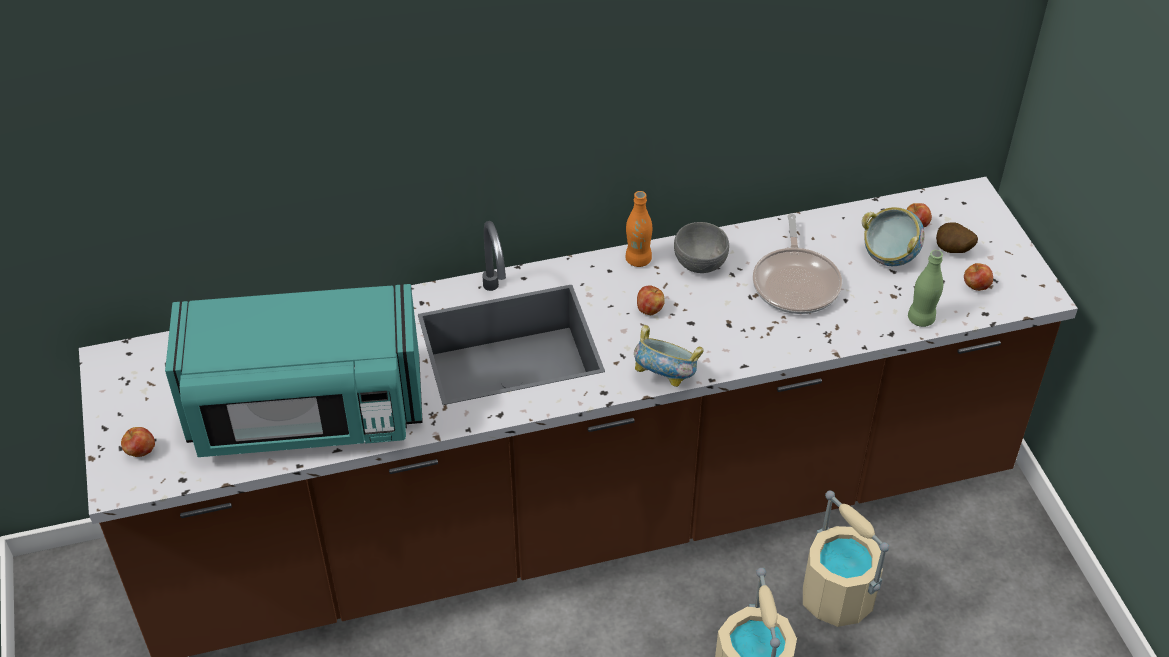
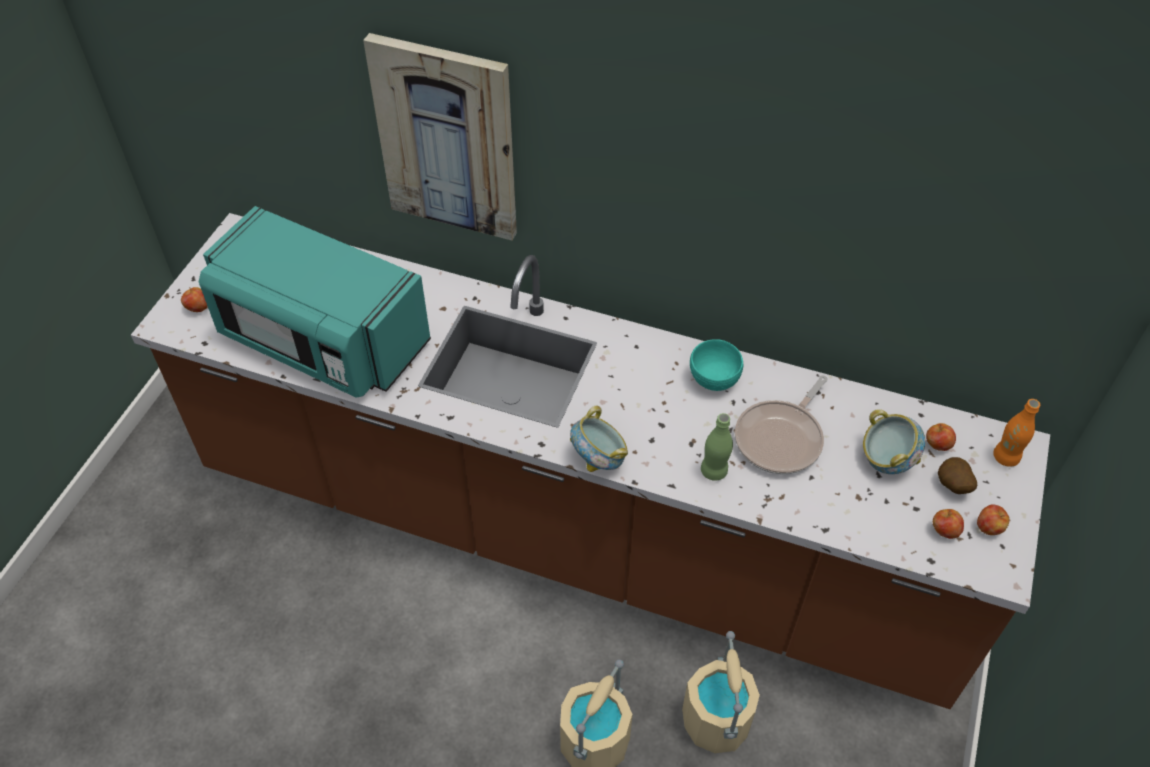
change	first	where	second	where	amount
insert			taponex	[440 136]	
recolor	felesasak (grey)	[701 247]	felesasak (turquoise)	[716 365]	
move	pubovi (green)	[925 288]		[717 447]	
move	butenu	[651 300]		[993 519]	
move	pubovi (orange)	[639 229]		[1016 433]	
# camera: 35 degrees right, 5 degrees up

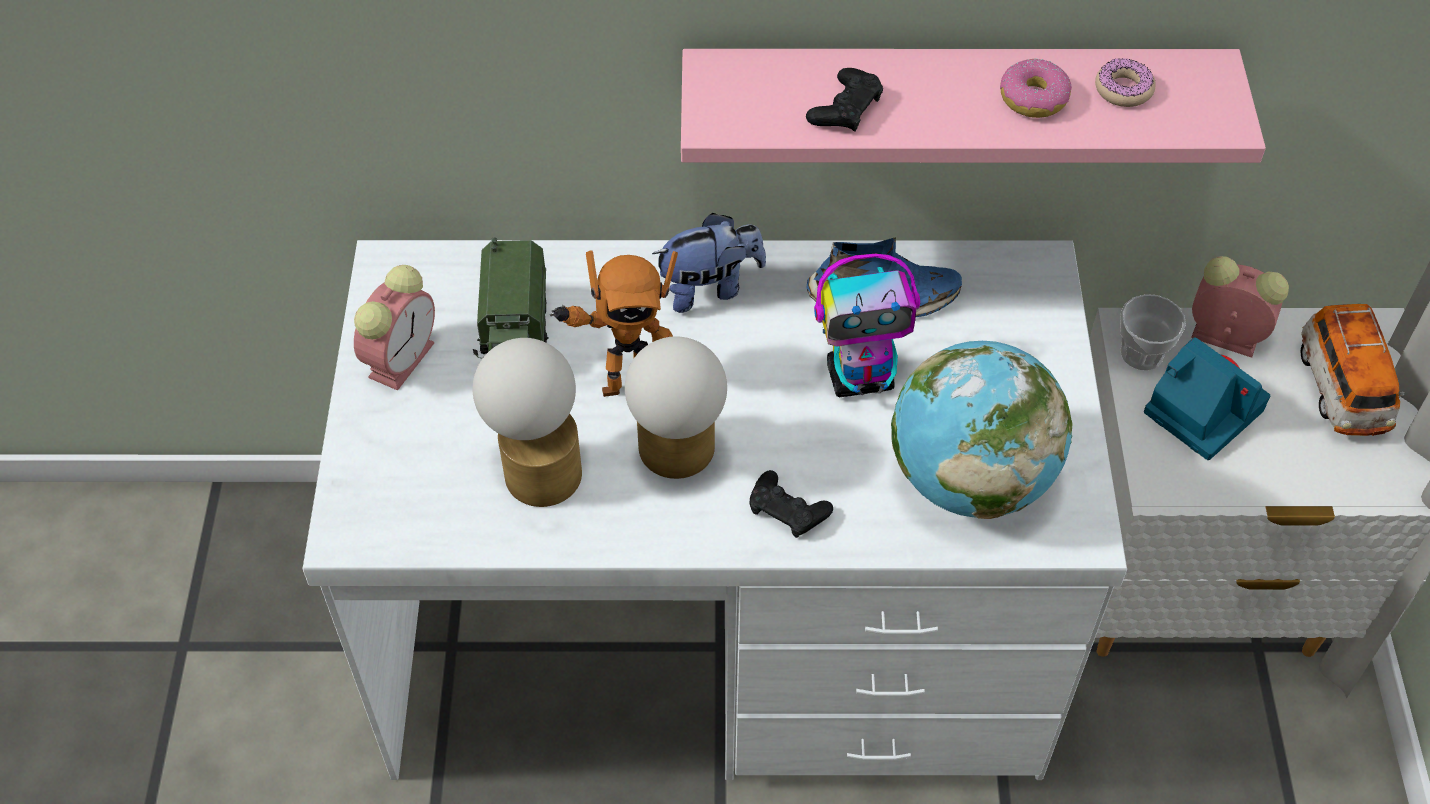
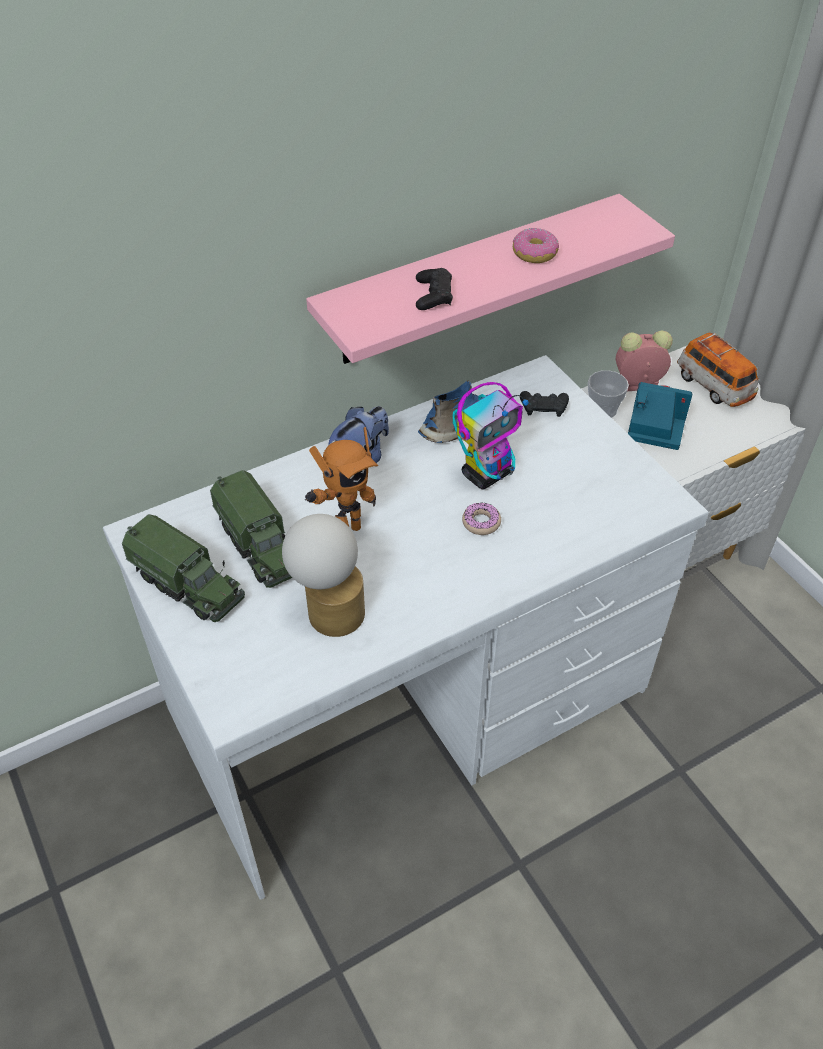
change	first	where	second	where	amount
replace	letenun	[394 328]	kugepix	[183 568]	
move	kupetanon	[1125 82]		[481 518]	
move	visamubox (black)	[791 504]		[544 404]	
delete	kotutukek	[676 407]			
delete	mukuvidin	[981 430]			
# camera: 30 degrees left, 5 degrees down

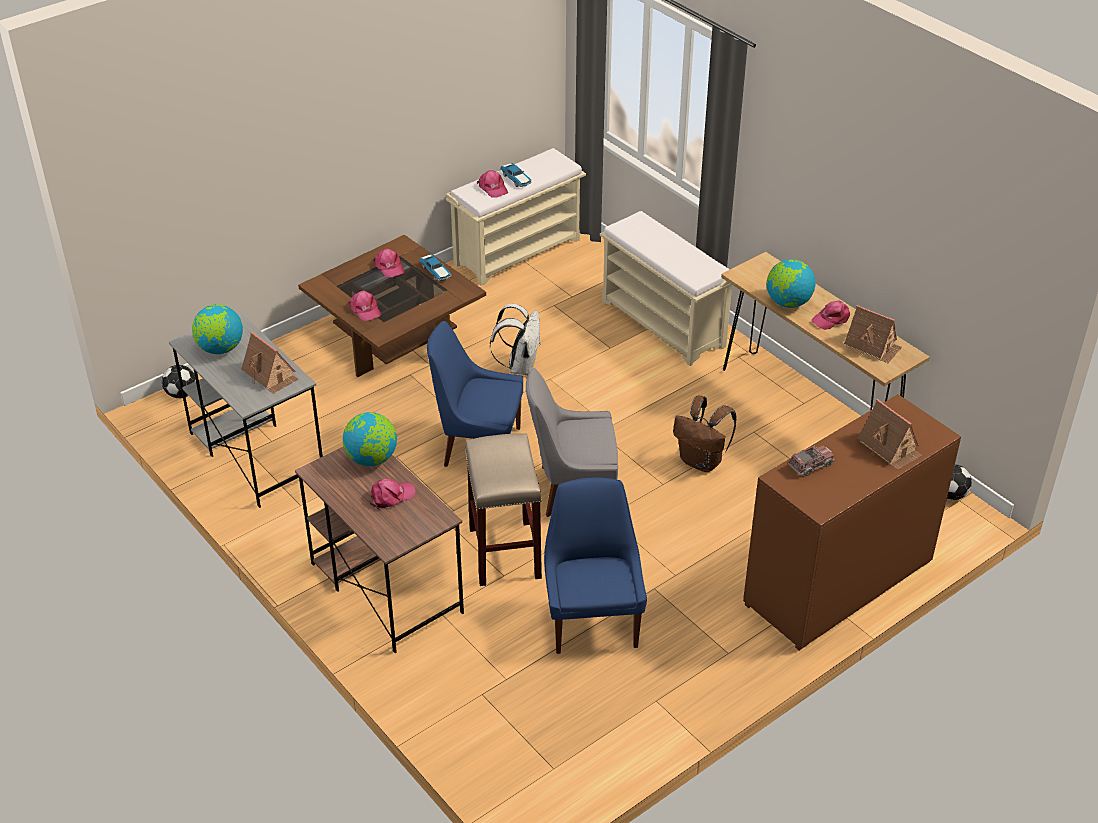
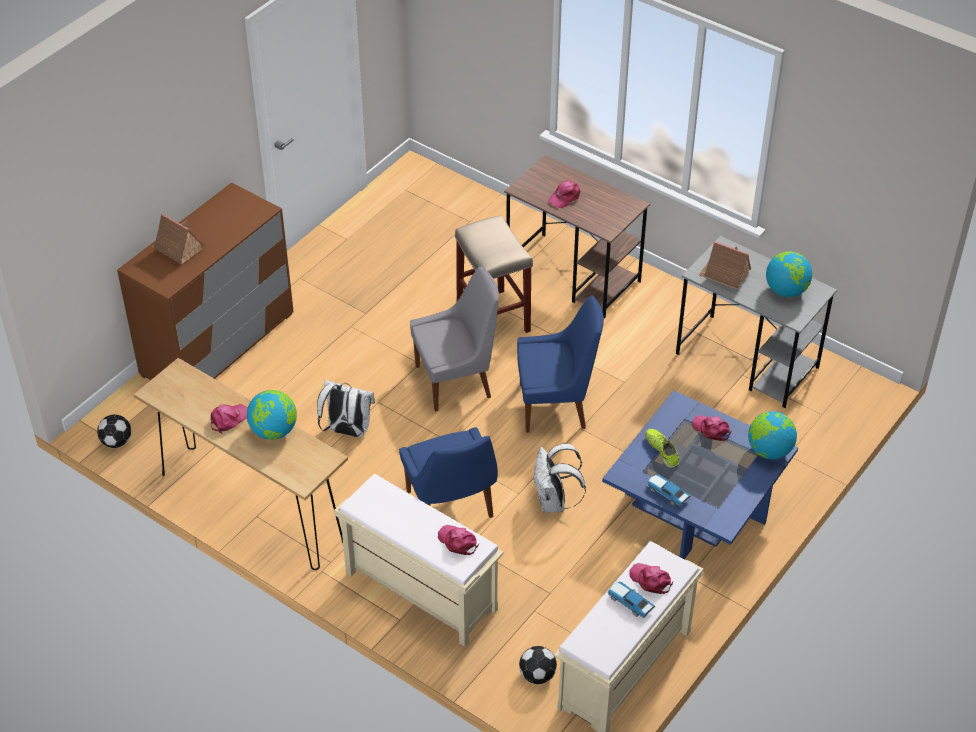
change	first	where	second	where	amount
recolor	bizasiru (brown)	[705 433]	bizasiru (white)	[346 408]	
move	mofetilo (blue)	[595 566]		[448 472]	
move	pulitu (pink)	[388 262]		[458 540]	
move	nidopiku	[179 381]		[538 665]	
recolor	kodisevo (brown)	[392 306]	kodisevo (blue)	[700 474]	
insert			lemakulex	[662 448]	
move	mukuvidin	[370 439]		[772 435]	
delete	kugepix	[811 461]			
delete	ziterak	[873 334]			
# camera: 165 degrees right, 5 degrees up

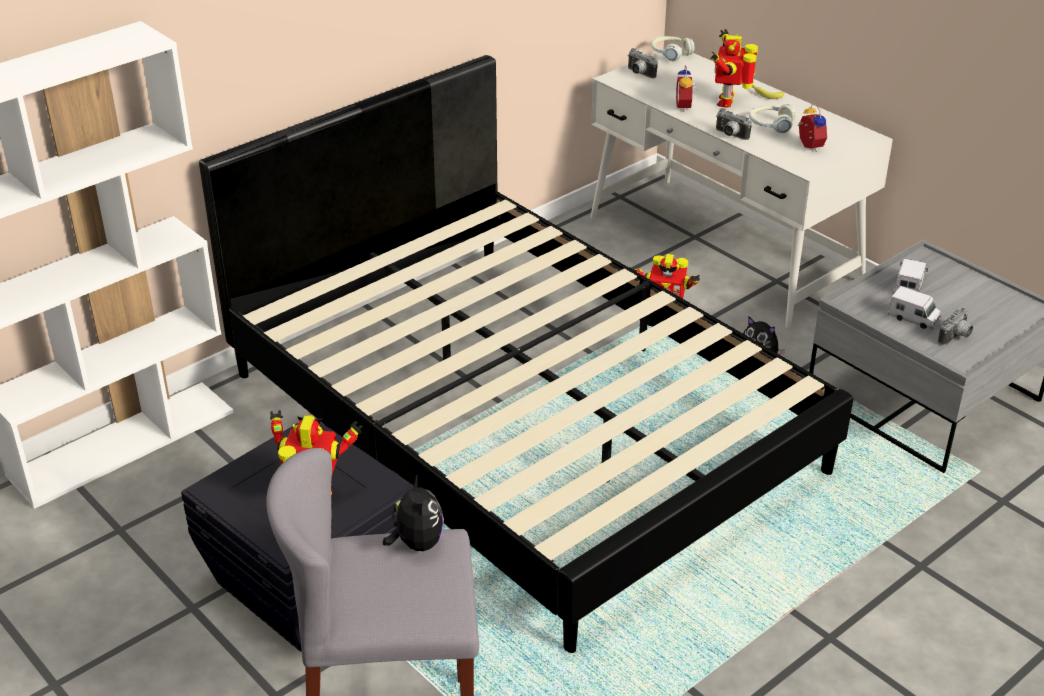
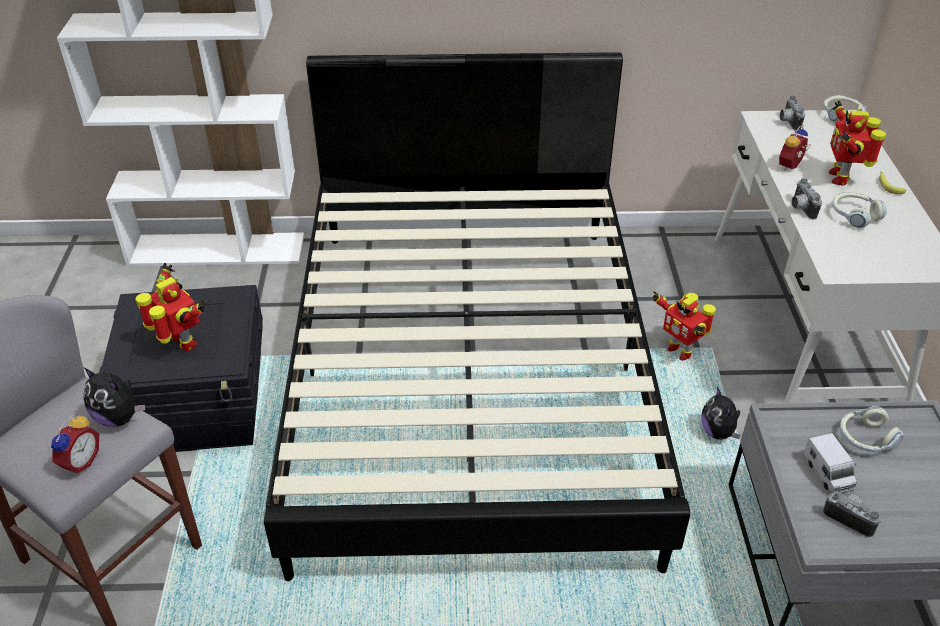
change	first	where	second	where	amount
move	letenun	[812 128]		[74 445]	
rotate	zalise	[413 513]		[114 397]	90 degrees clockwise
rotate	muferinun	[955 326]		[852 515]	135 degrees counterclockwise
rotate	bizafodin	[734 68]		[857 143]	45 degrees counterclockwise
replace	kugepix	[911 275]	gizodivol	[871 429]	
# camera: 40 degrees right, 5 degrees up

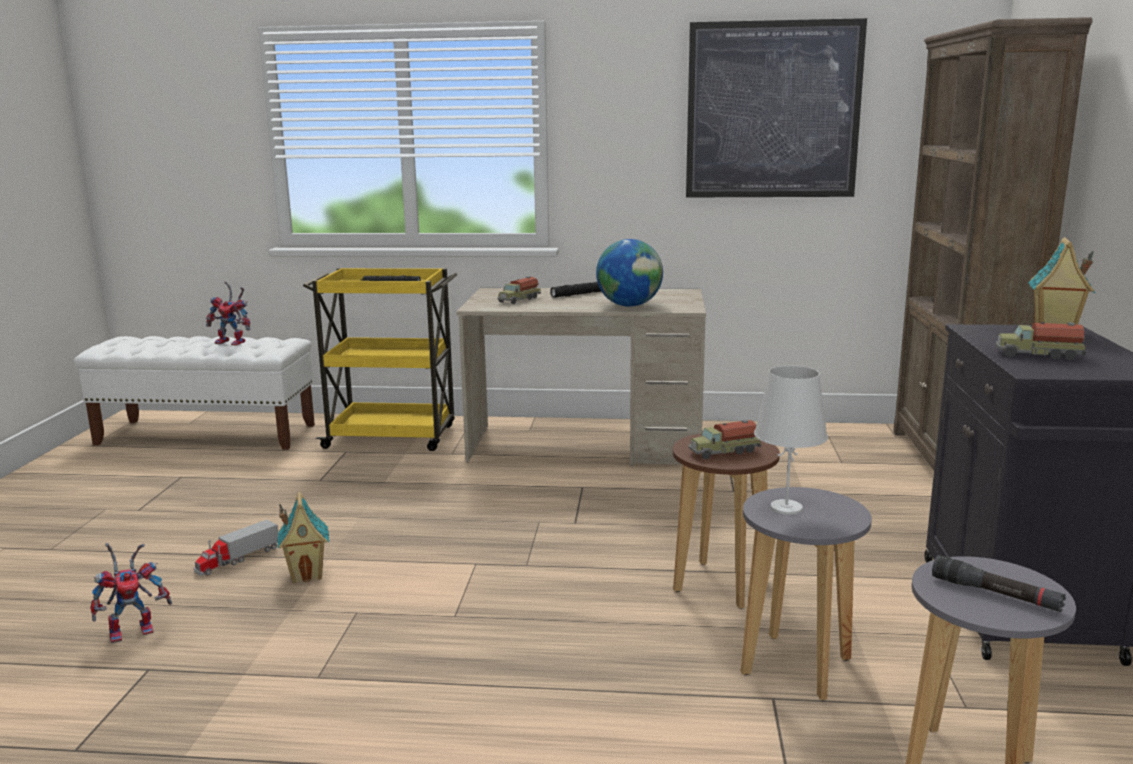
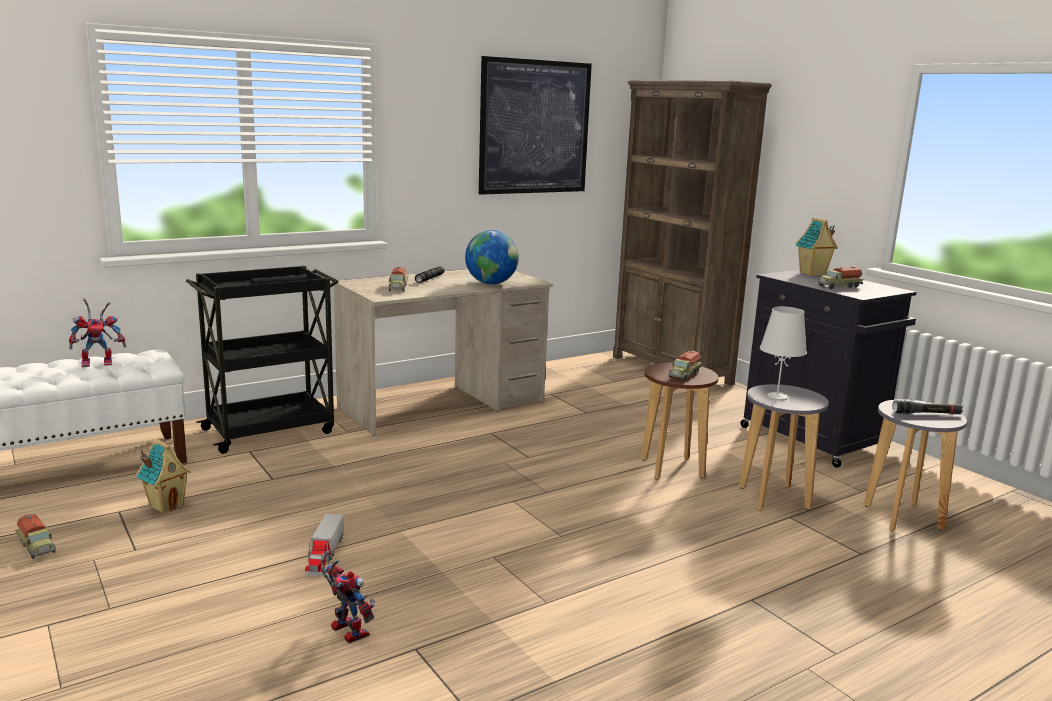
change	first	where	second	where	amount
insert			kugepix	[35 536]	
move	ziterak	[303 537]		[163 476]	
recolor	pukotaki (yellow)	[380 359]	pukotaki (black)	[262 360]	
rotate	bizafodin	[131 593]		[347 597]	60 degrees counterclockwise
# camera: 40 degrees left, 0 degrees up

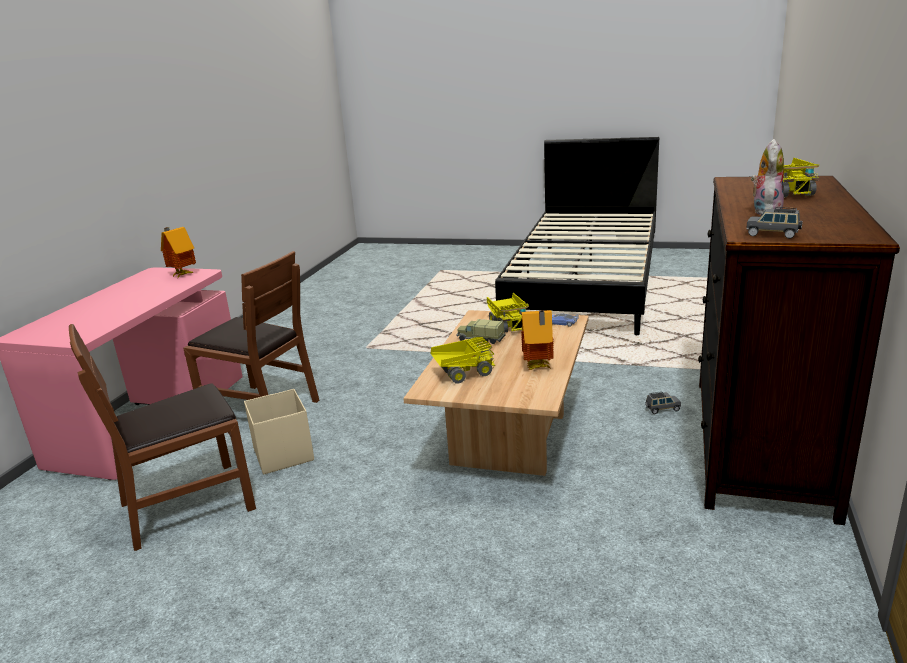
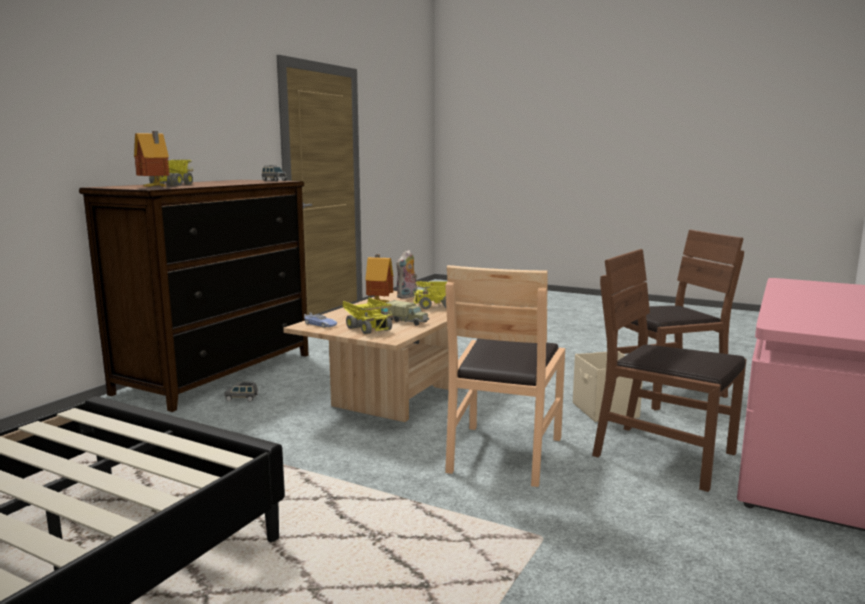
change	first	where	second	where	amount
move	ziterak	[178 252]		[152 159]	
rotate	kugepix	[508 313]		[368 316]	150 degrees clockwise
move	zalise	[767 177]		[407 274]	
insert			mofetilo (brown)	[505 376]	
# camera: 170 degrees left, 10 degrees down

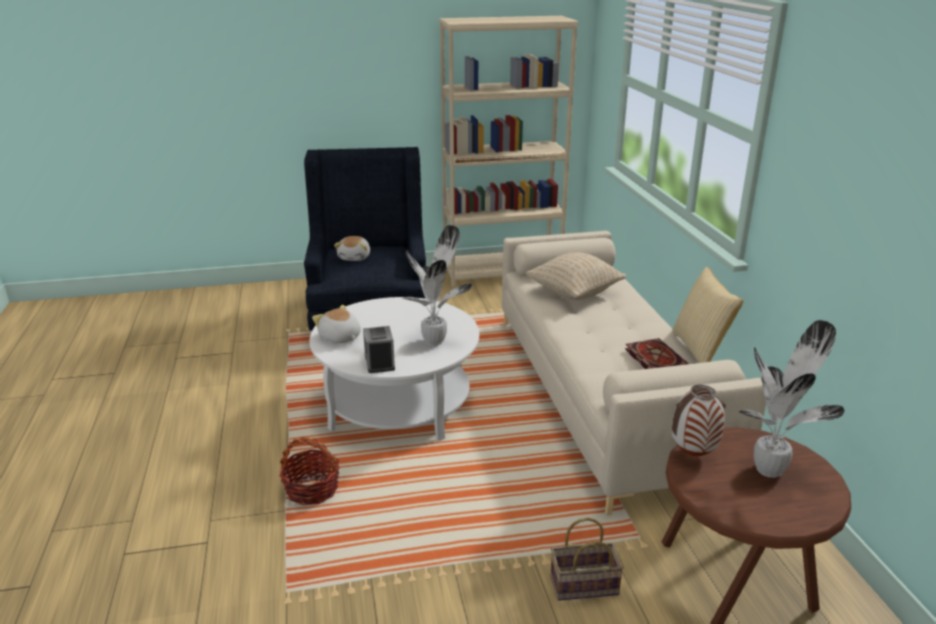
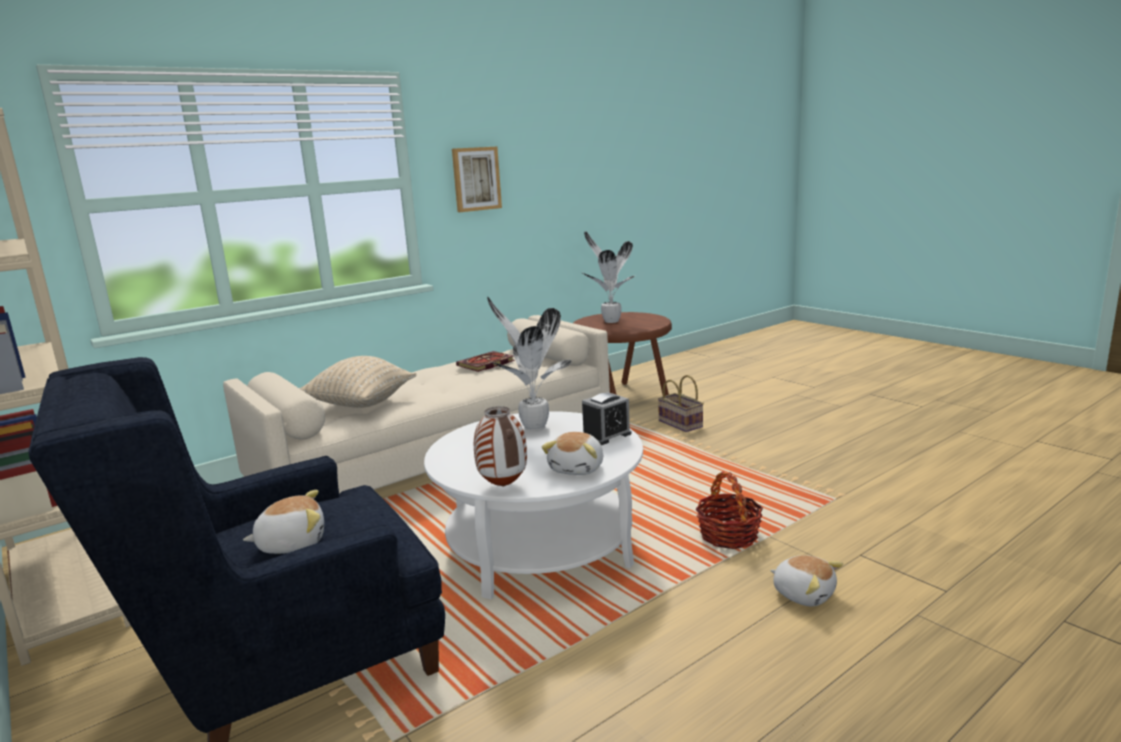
change	first	where	second	where	amount
insert			taponex	[477 179]	
move	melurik	[699 420]		[500 446]	
insert			zalise	[806 580]	
delete	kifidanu	[707 315]			
# camera: 115 degrees left, 10 degrees down

